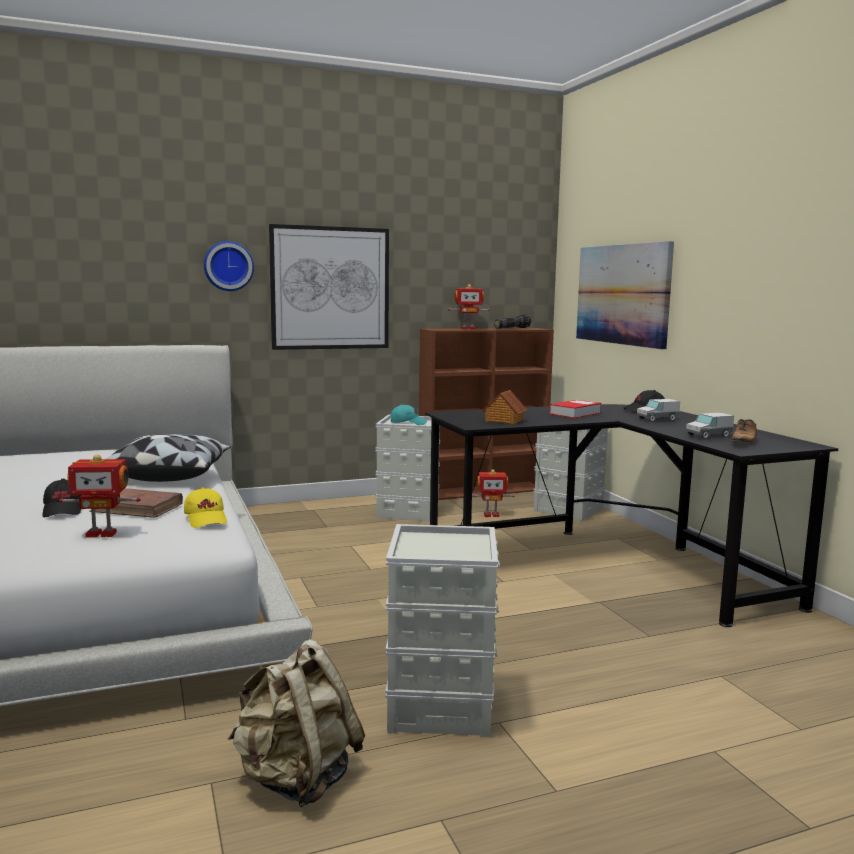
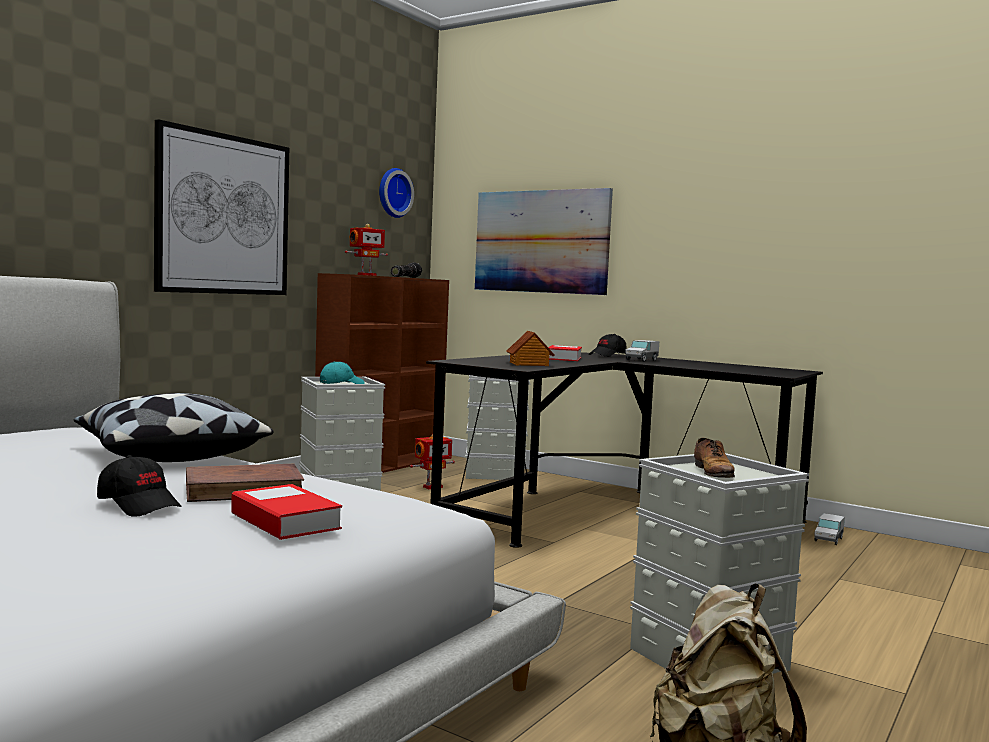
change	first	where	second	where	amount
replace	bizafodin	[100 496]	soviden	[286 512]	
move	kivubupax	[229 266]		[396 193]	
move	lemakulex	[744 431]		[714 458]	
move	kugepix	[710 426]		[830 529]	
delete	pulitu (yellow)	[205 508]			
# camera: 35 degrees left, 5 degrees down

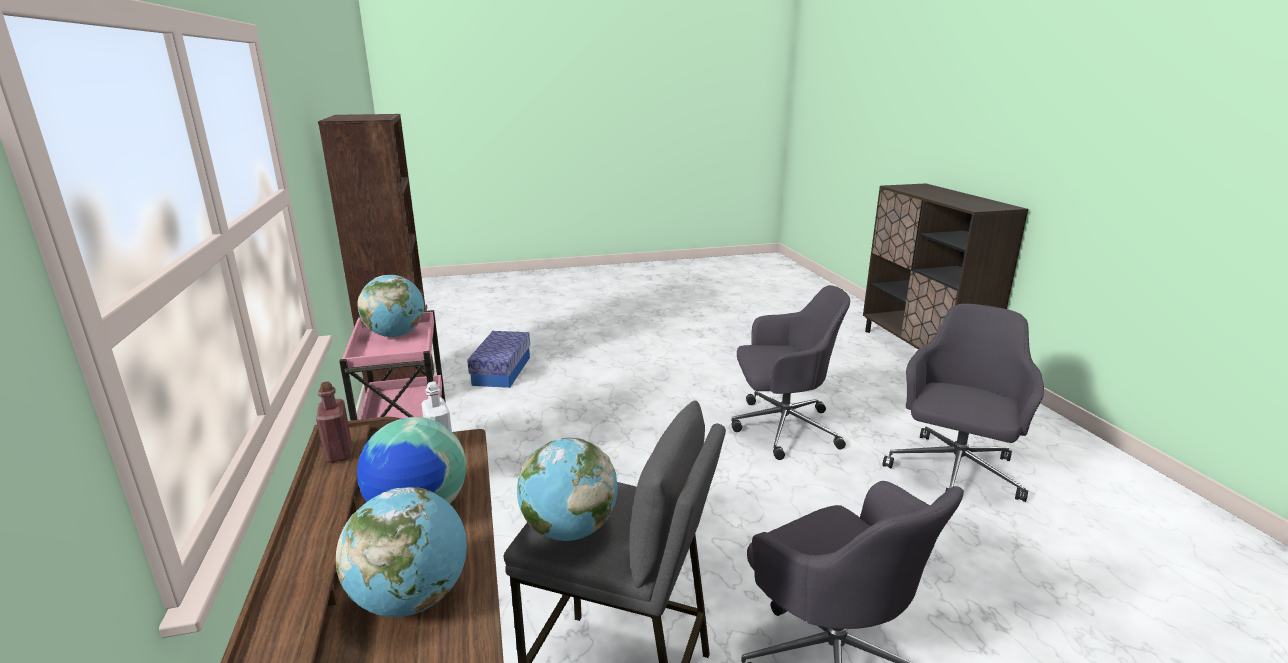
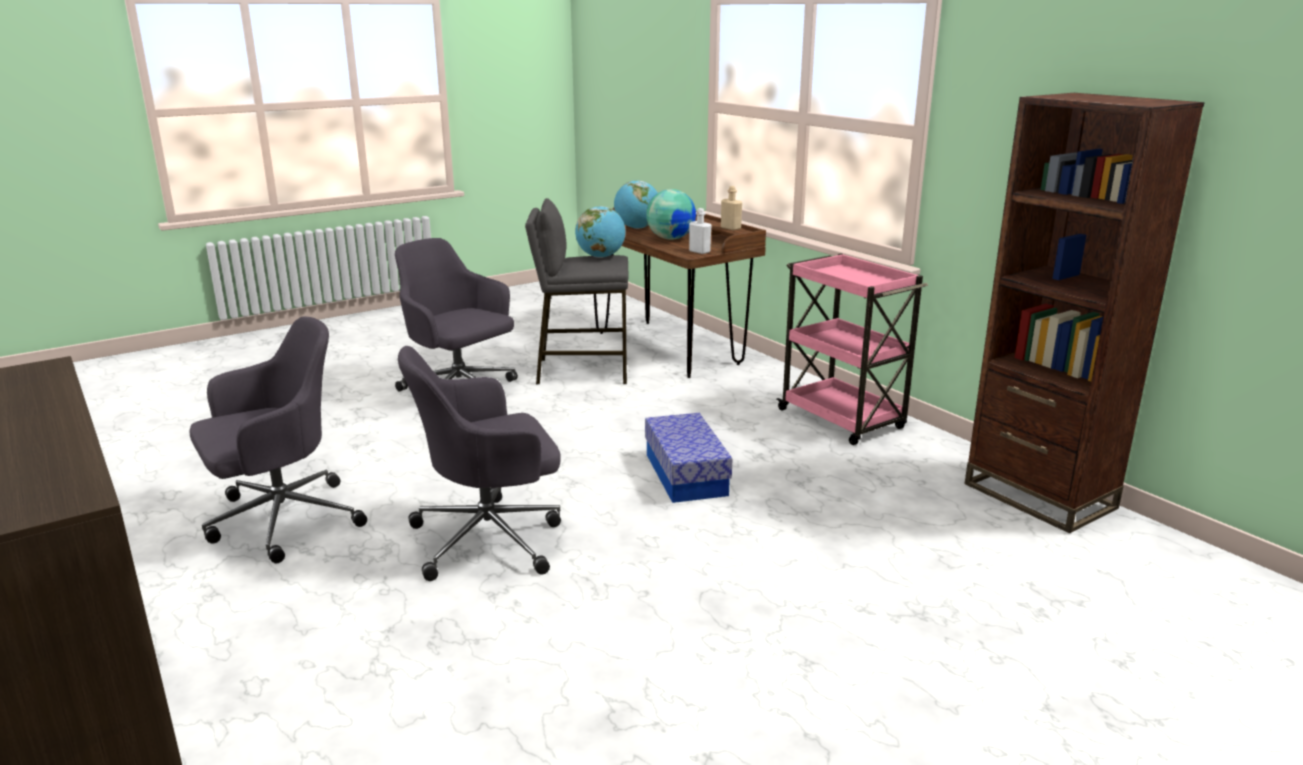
change	first	where	second	where	amount
rotate	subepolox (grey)	[963 403]		[278 440]	135 degrees counterclockwise
move	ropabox	[498 359]		[688 458]	
recolor	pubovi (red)	[334 422]	pubovi (beige)	[731 208]	
delete	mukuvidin	[390 306]			
# camera: 160 degrees right, 0 degrees up

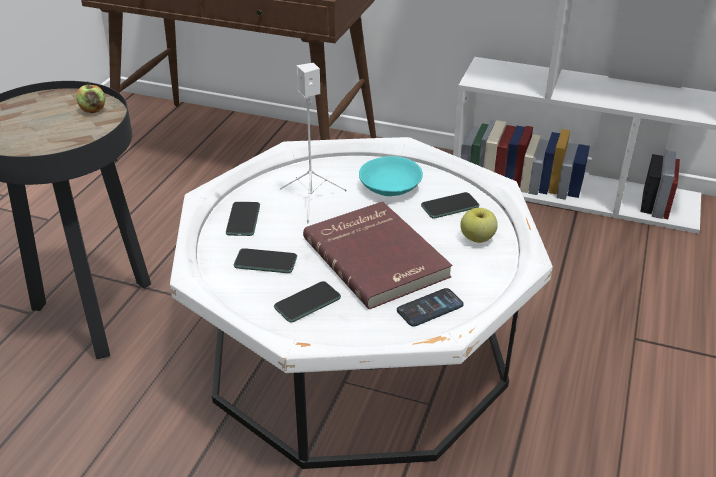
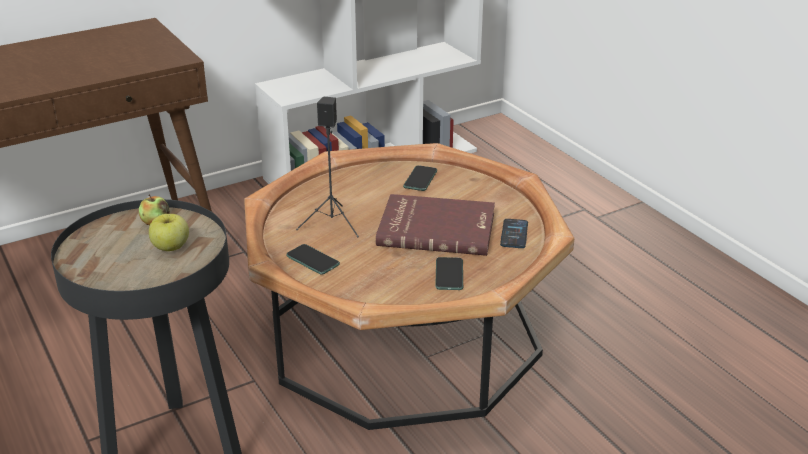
change	first	where	second	where	amount
move	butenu	[479 225]		[169 232]	
recolor	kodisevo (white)	[361 303]	kodisevo (brown)	[409 286]	
recolor	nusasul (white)	[313 143]	nusasul (black)	[327 166]	
delete	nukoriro	[265 260]			
delete	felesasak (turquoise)	[391 176]			
# camera: 50 degrees left, 5 degrees down

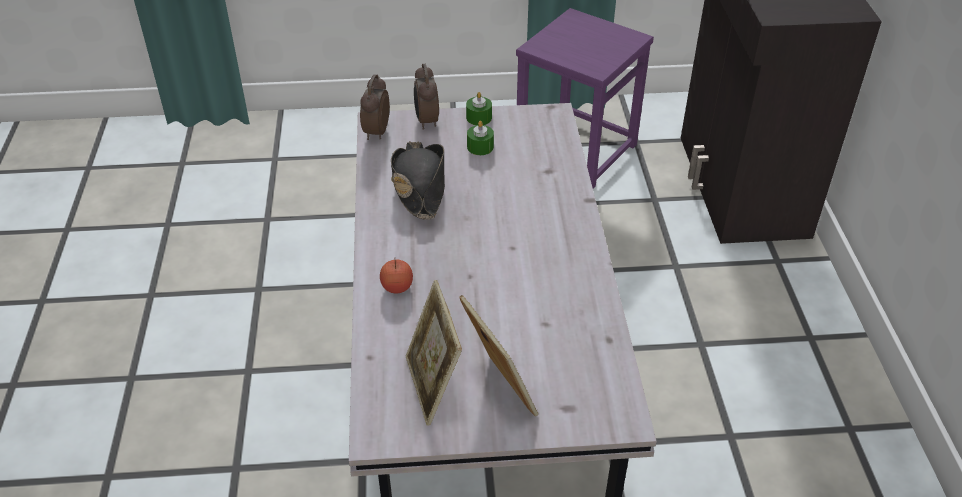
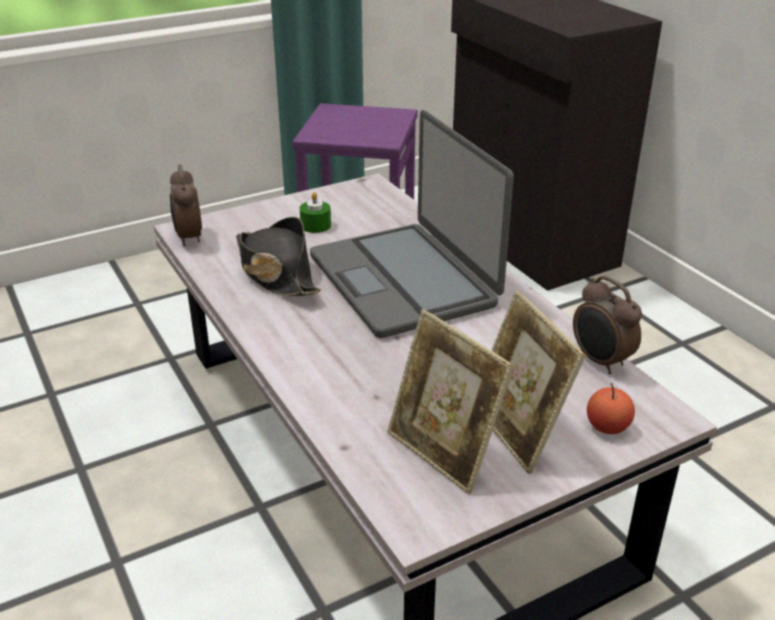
change	first	where	second	where	amount
insert			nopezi	[412 224]	
rotate	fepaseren	[498 355]		[538 382]	150 degrees counterclockwise
move	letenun	[426 97]		[607 325]	
move	butenu	[396 275]		[611 408]	
delete	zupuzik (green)	[479 108]			
# camera: 25 degrees left, 10 degrees down

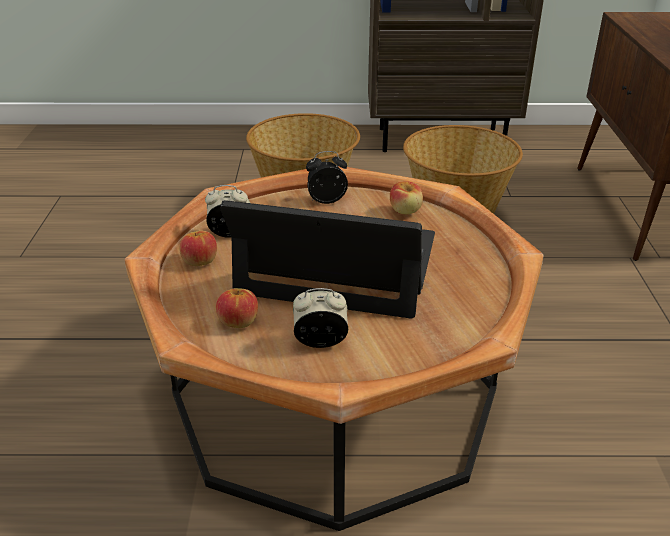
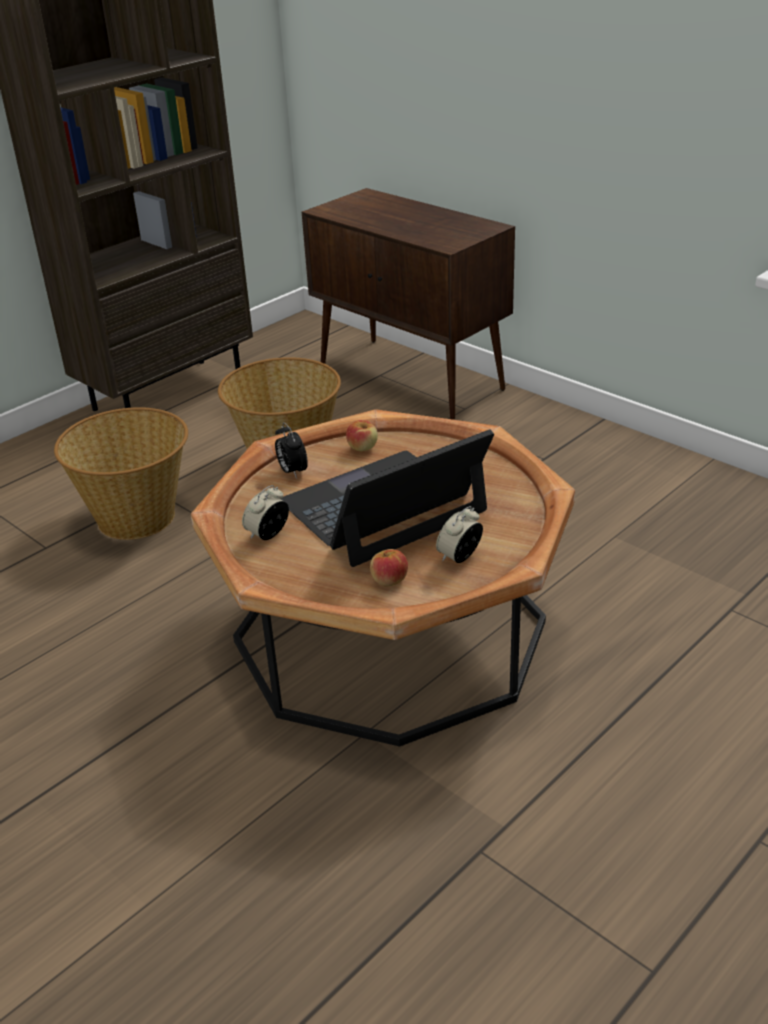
change	first	where	second	where	amount
rotate	letenun	[327 177]		[291 450]	60 degrees counterclockwise
delete	butenu	[198 248]			
# camera: 45 degrees left, 0 degrees up

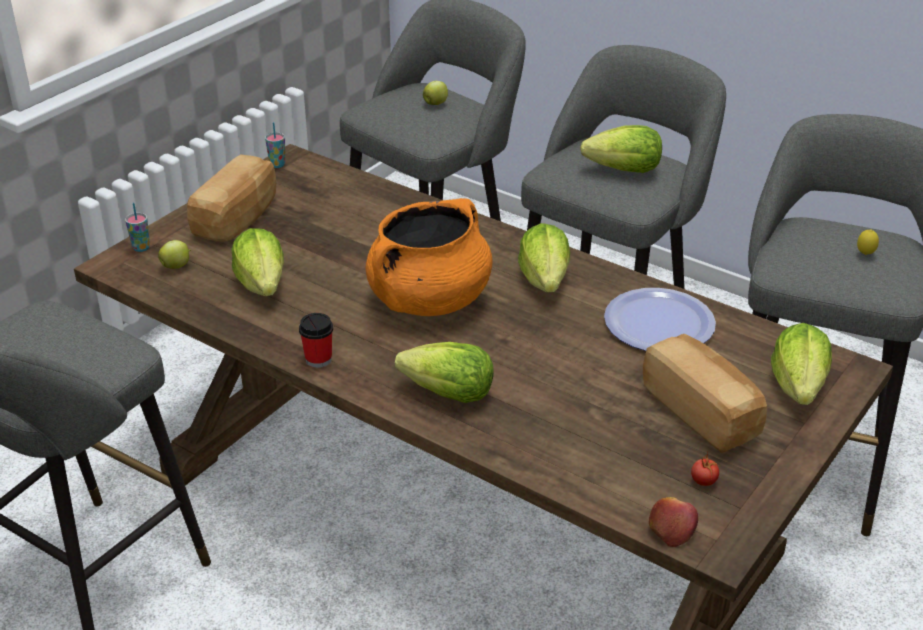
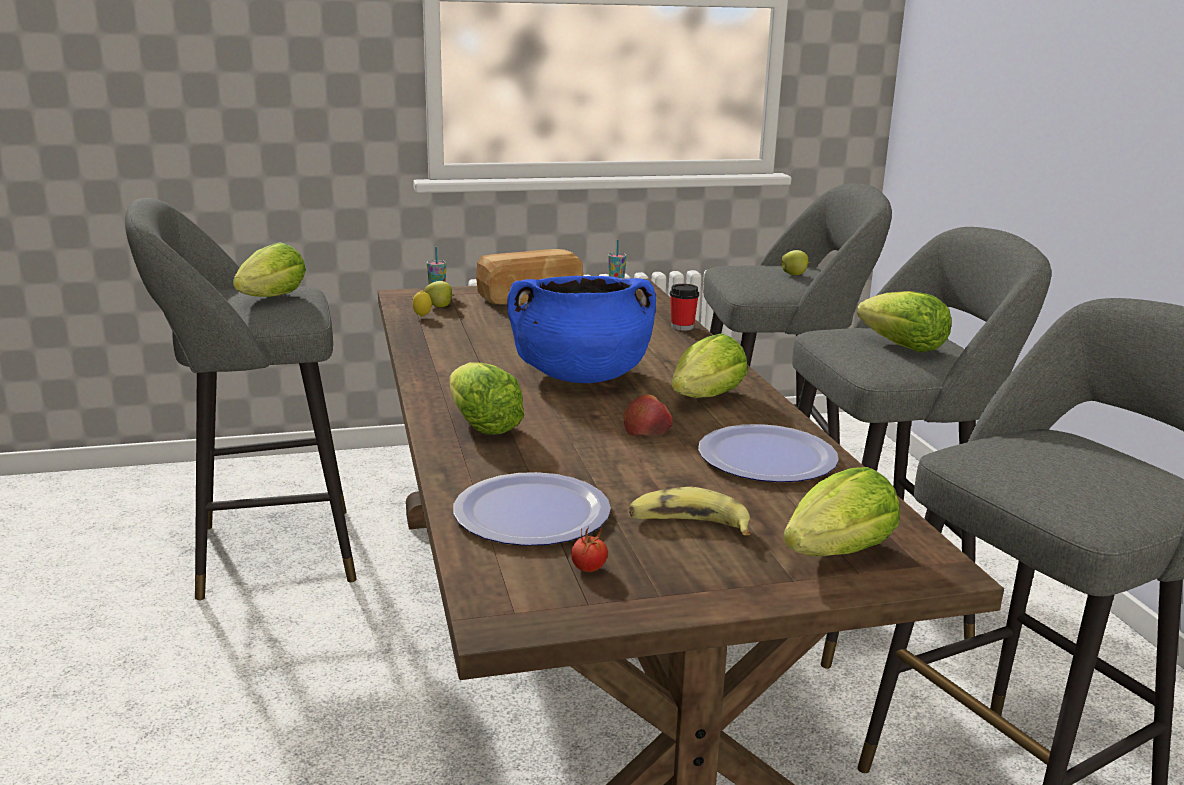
change	first	where	second	where	amount
move	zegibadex	[257 262]		[269 269]	
move	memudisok	[868 242]		[422 304]	
insert			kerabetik	[532 509]	
recolor	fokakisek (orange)	[429 257]	fokakisek (blue)	[581 329]	
move	butenu	[673 522]		[648 415]	
replace	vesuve	[705 393]	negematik	[689 511]	
move	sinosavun	[316 340]		[684 307]	
# camera: 40 degrees right, 15 degrees down

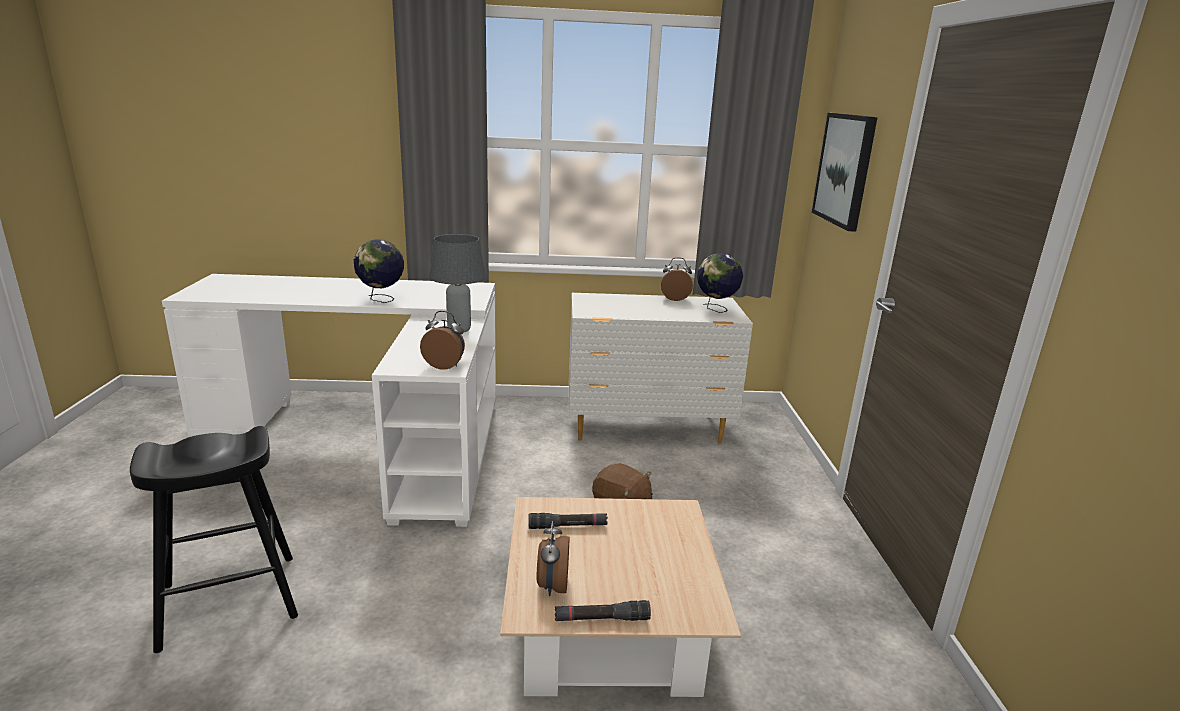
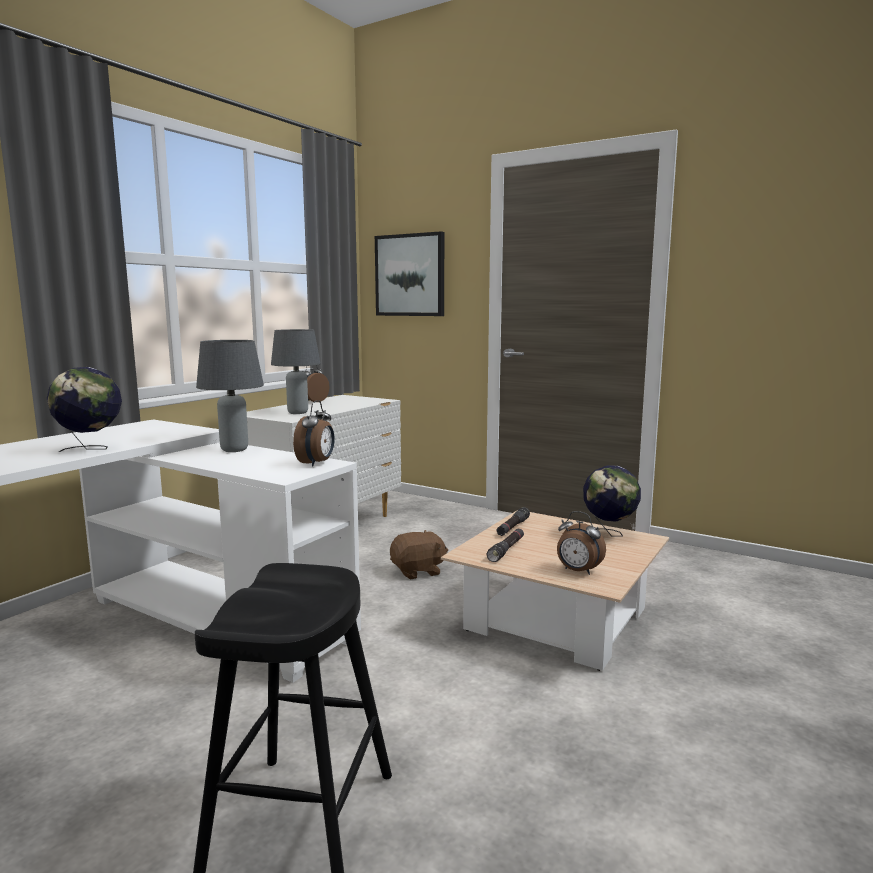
change	first	where	second	where	amount
insert			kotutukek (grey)	[296 371]	
rotate	letenun	[442 340]		[314 433]	150 degrees clockwise
move	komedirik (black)	[603 610]		[513 521]	
move	mukuvidin	[720 283]		[612 500]	
# camera: 55 degrees left, 10 degrees down

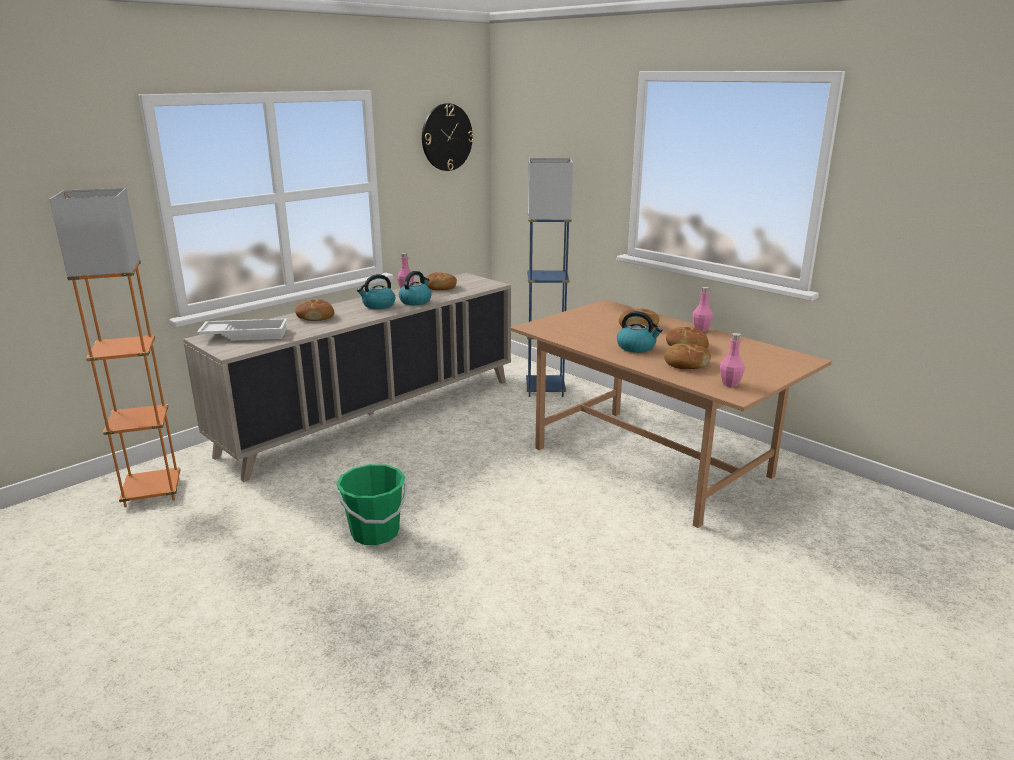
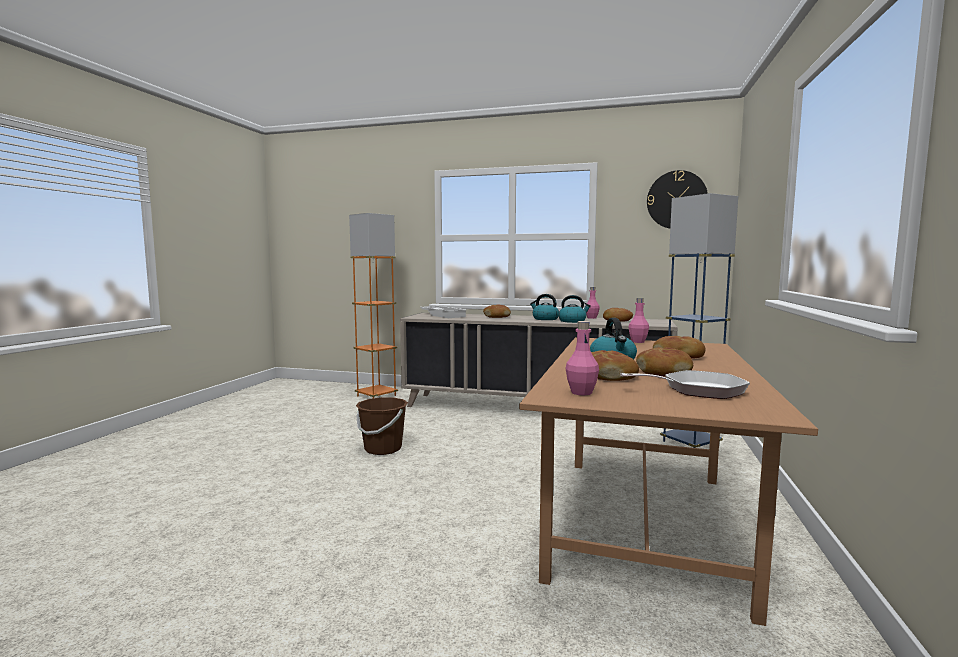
change	first	where	second	where	amount
recolor	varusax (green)	[371 504]	varusax (brown)	[382 426]	
insert			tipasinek	[685 384]	
move	pubovi (pink)	[702 309]		[638 320]	
# camera: 60 degrees right, 15 degrees down

